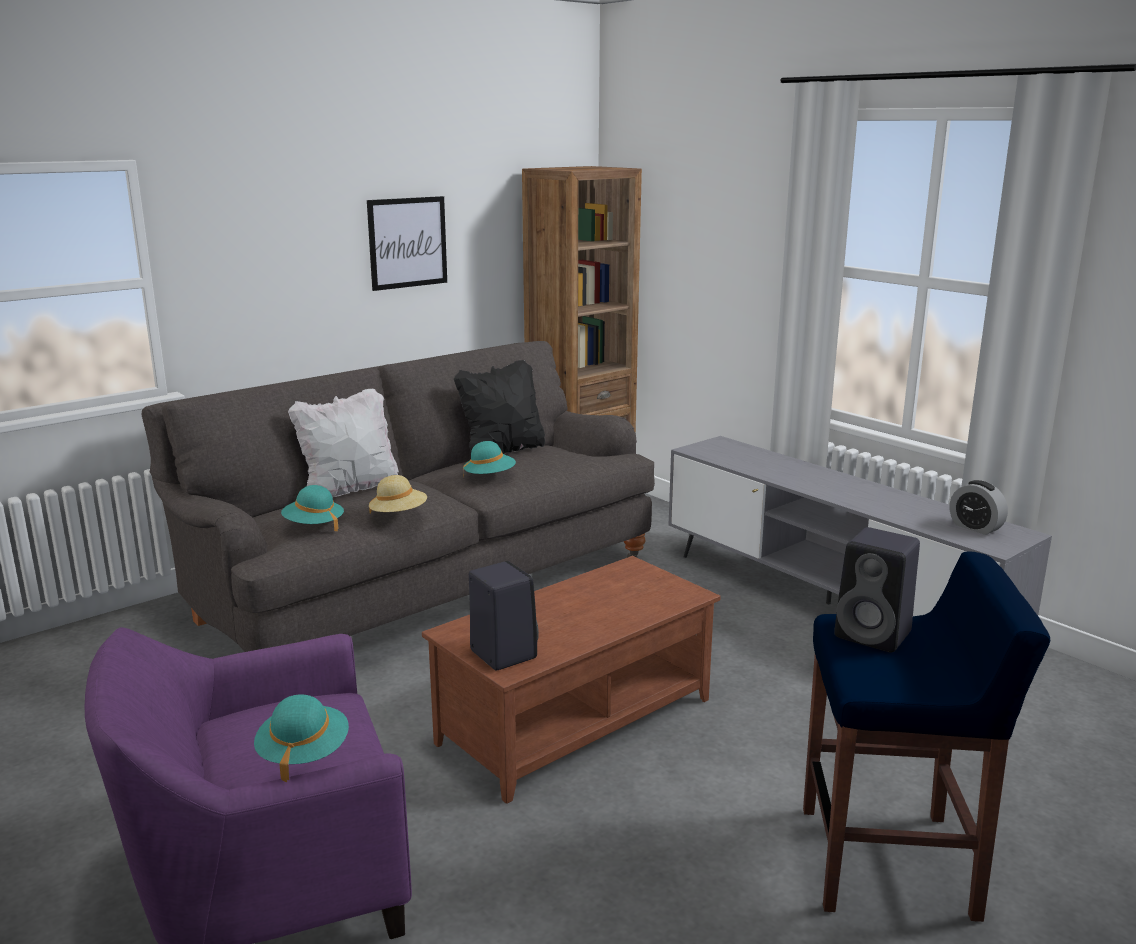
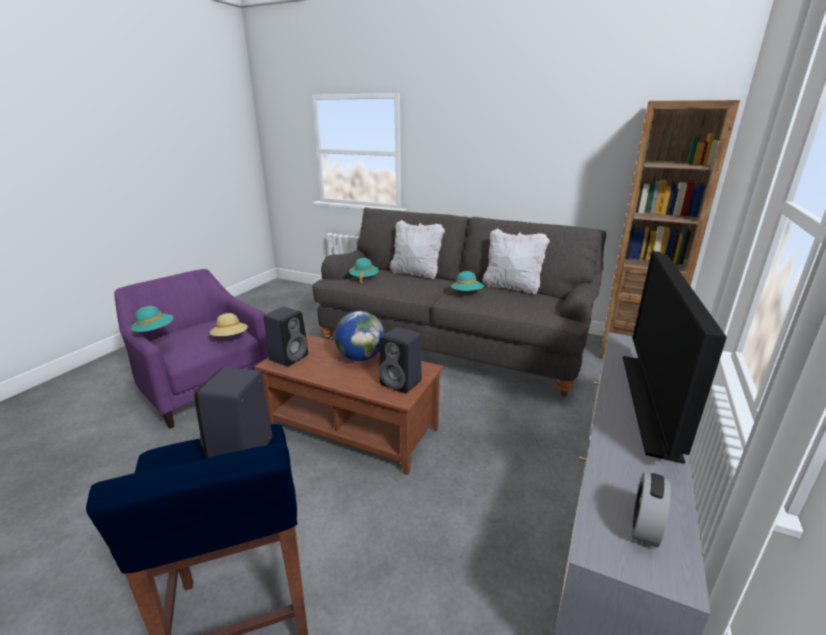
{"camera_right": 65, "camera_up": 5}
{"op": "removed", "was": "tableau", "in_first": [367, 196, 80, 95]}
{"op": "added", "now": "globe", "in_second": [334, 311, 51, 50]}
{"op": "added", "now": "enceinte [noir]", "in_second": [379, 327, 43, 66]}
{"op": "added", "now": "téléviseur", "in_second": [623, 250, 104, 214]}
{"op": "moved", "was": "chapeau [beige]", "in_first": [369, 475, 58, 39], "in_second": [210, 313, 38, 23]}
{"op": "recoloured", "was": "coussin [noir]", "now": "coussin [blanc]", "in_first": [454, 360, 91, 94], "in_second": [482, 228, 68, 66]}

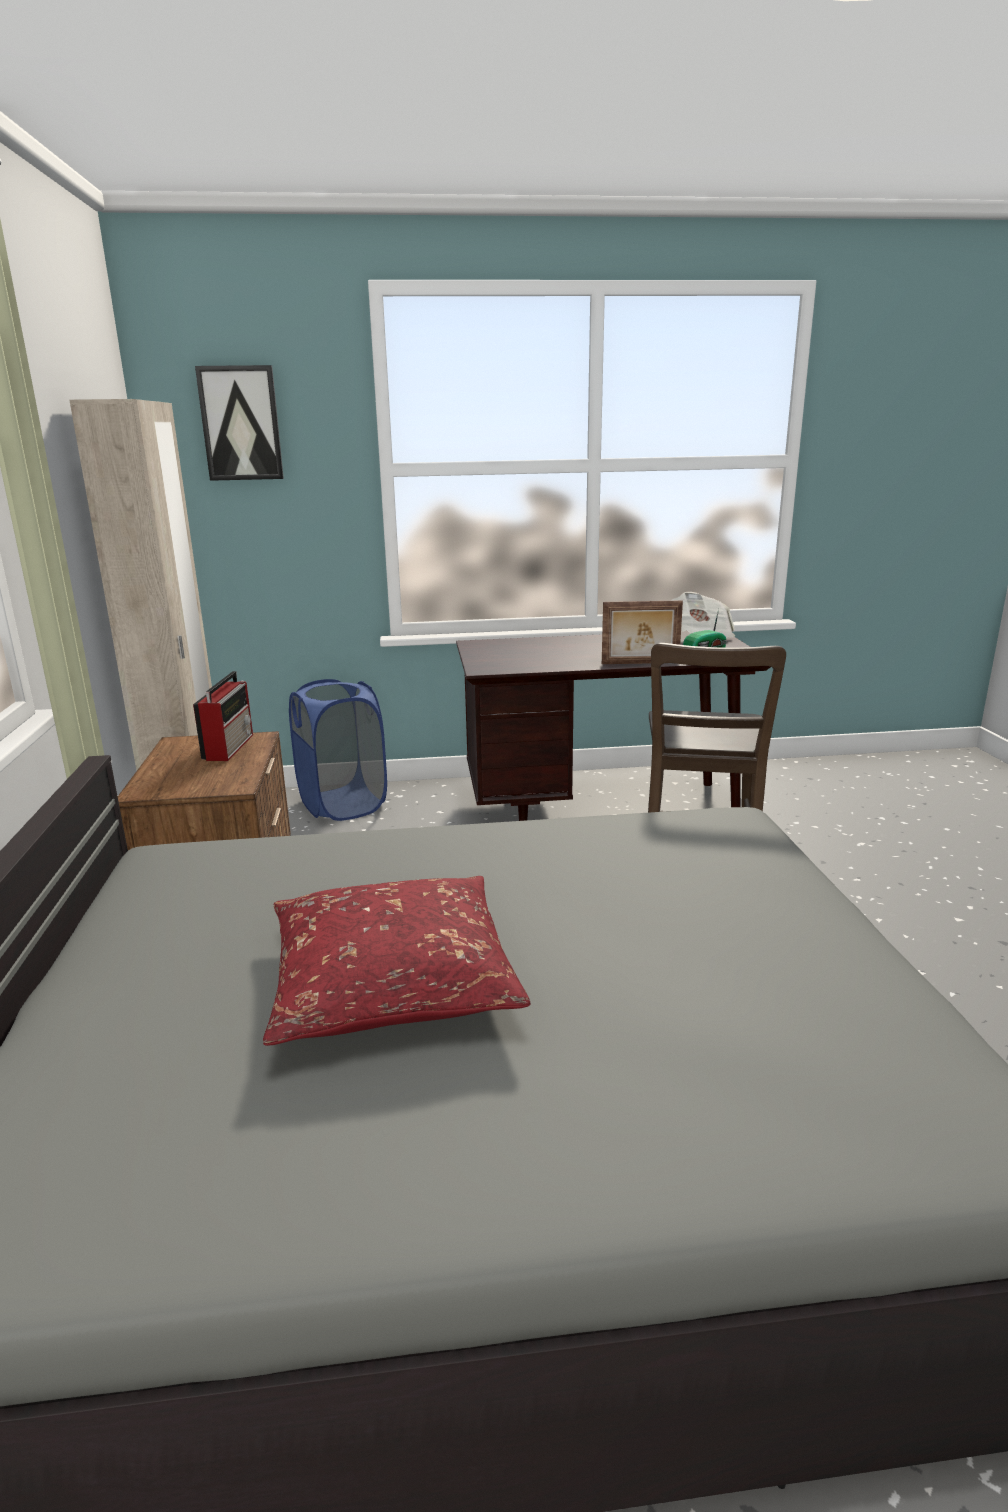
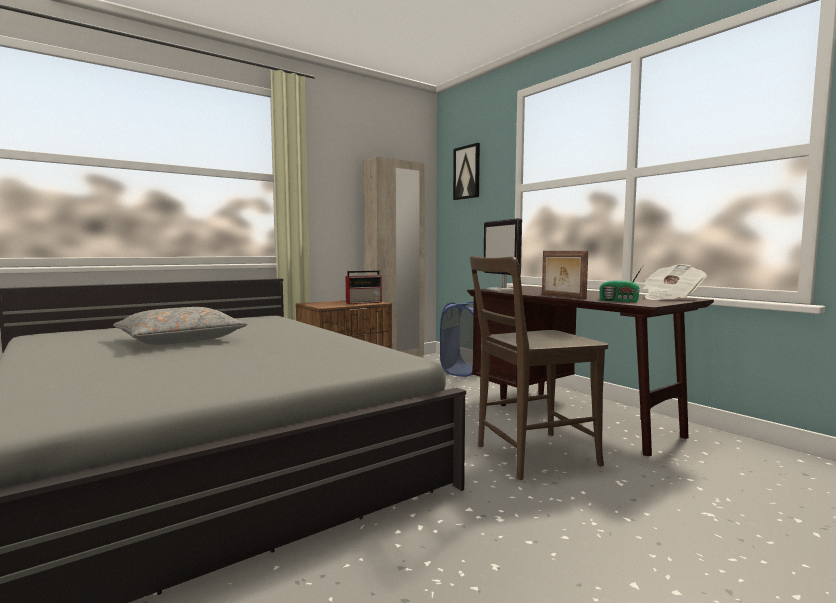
{"camera_right": 60, "camera_up": -15}
{"op": "added", "now": "écran d'ordinateur", "in_second": [483, 218, 39, 74]}
{"op": "recoloured", "was": "coussin [rouge]", "now": "coussin [gris]", "in_first": [263, 876, 267, 170], "in_second": [113, 307, 135, 38]}

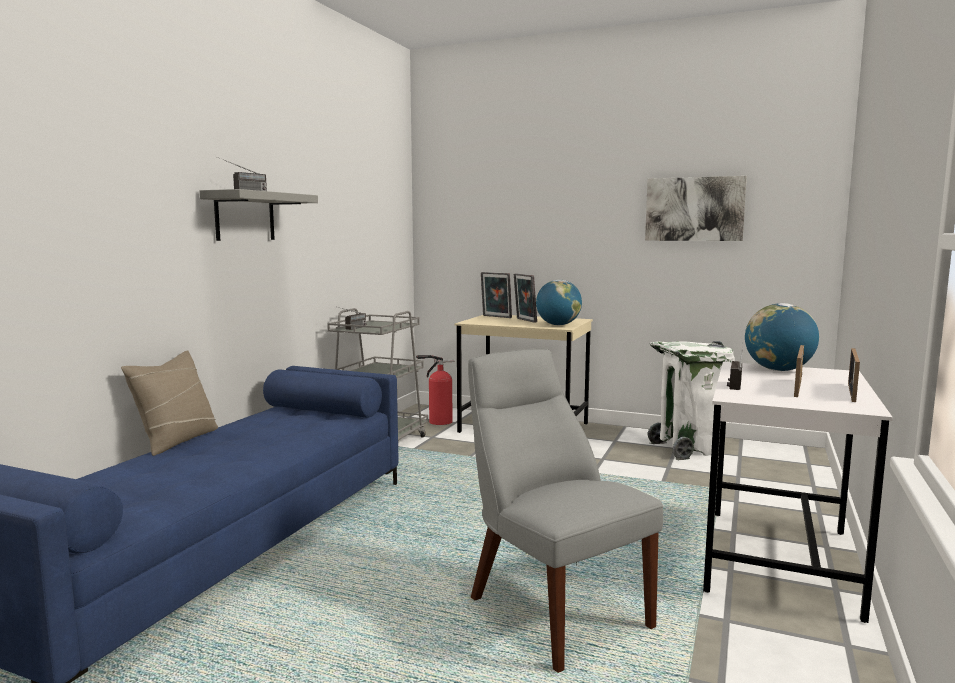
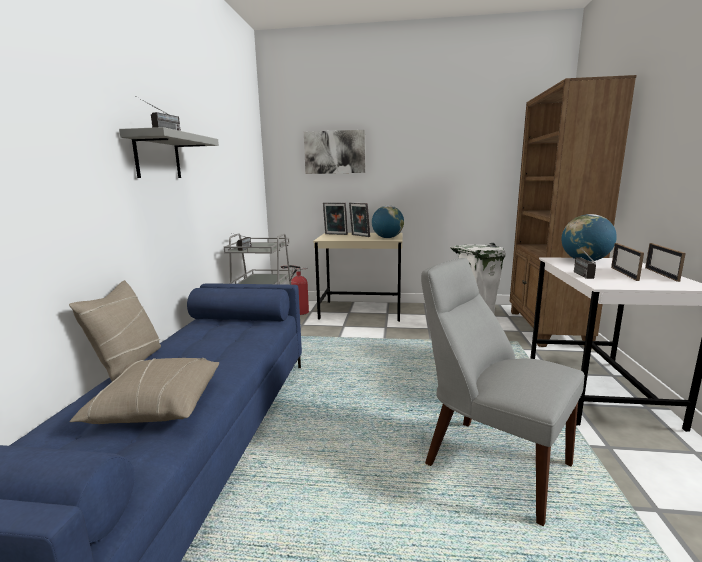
{"camera_right": -15, "camera_up": 5}
{"op": "added", "now": "coussin [beige]", "in_second": [69, 358, 150, 66]}
{"op": "added", "now": "bibliothèque [marron]", "in_second": [510, 75, 126, 274]}
{"op": "moved", "was": "tableau", "in_first": [645, 176, 102, 65], "in_second": [304, 130, 61, 44]}

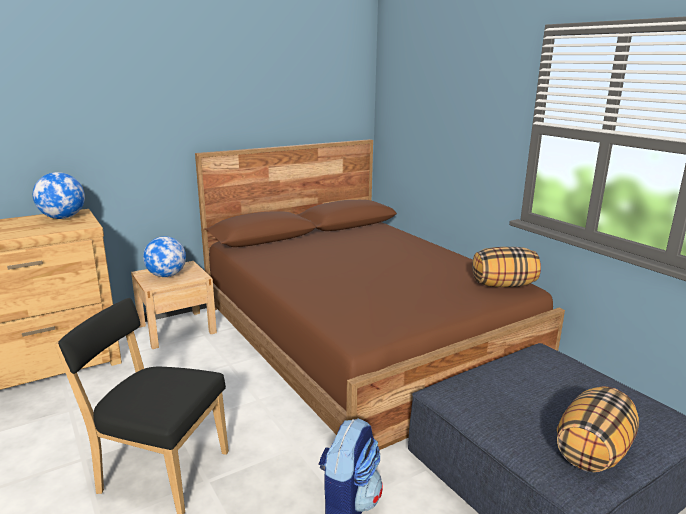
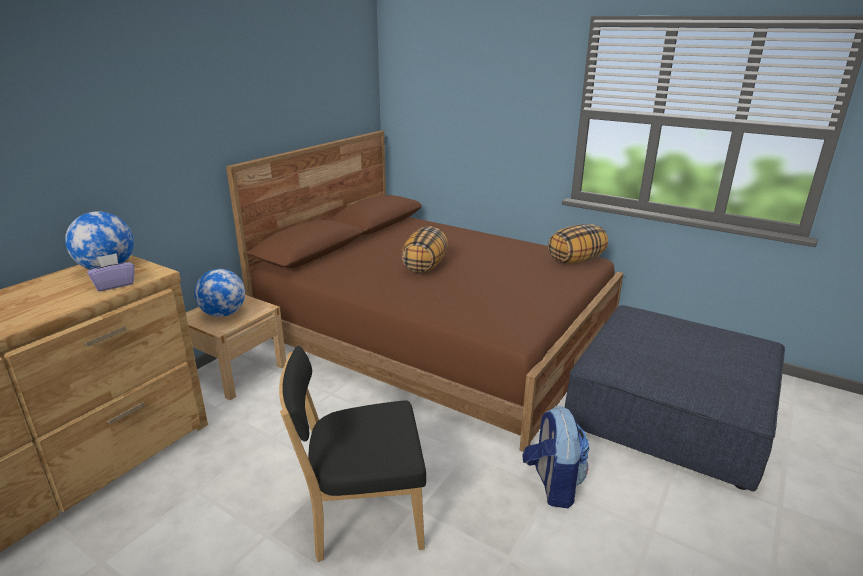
{"camera_right": -25, "camera_up": 5}
{"op": "added", "now": "boîte à mouchoirs [violet]", "in_second": [87, 253, 48, 38]}
{"op": "moved", "was": "coussin", "in_first": [557, 386, 82, 86], "in_second": [402, 226, 46, 46]}

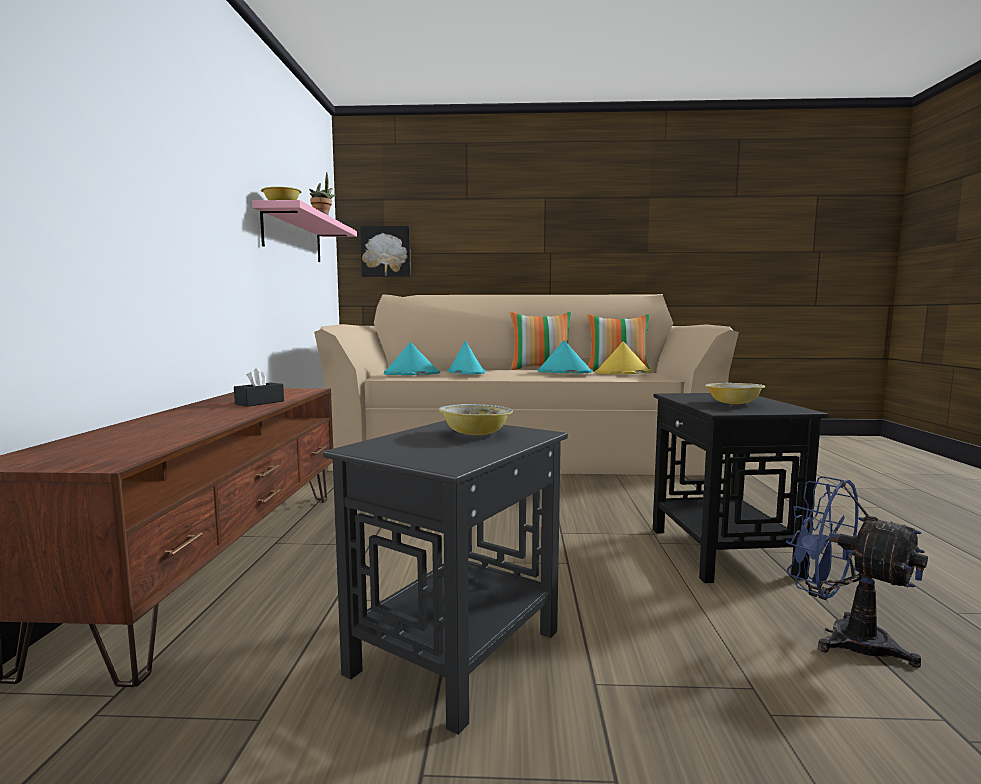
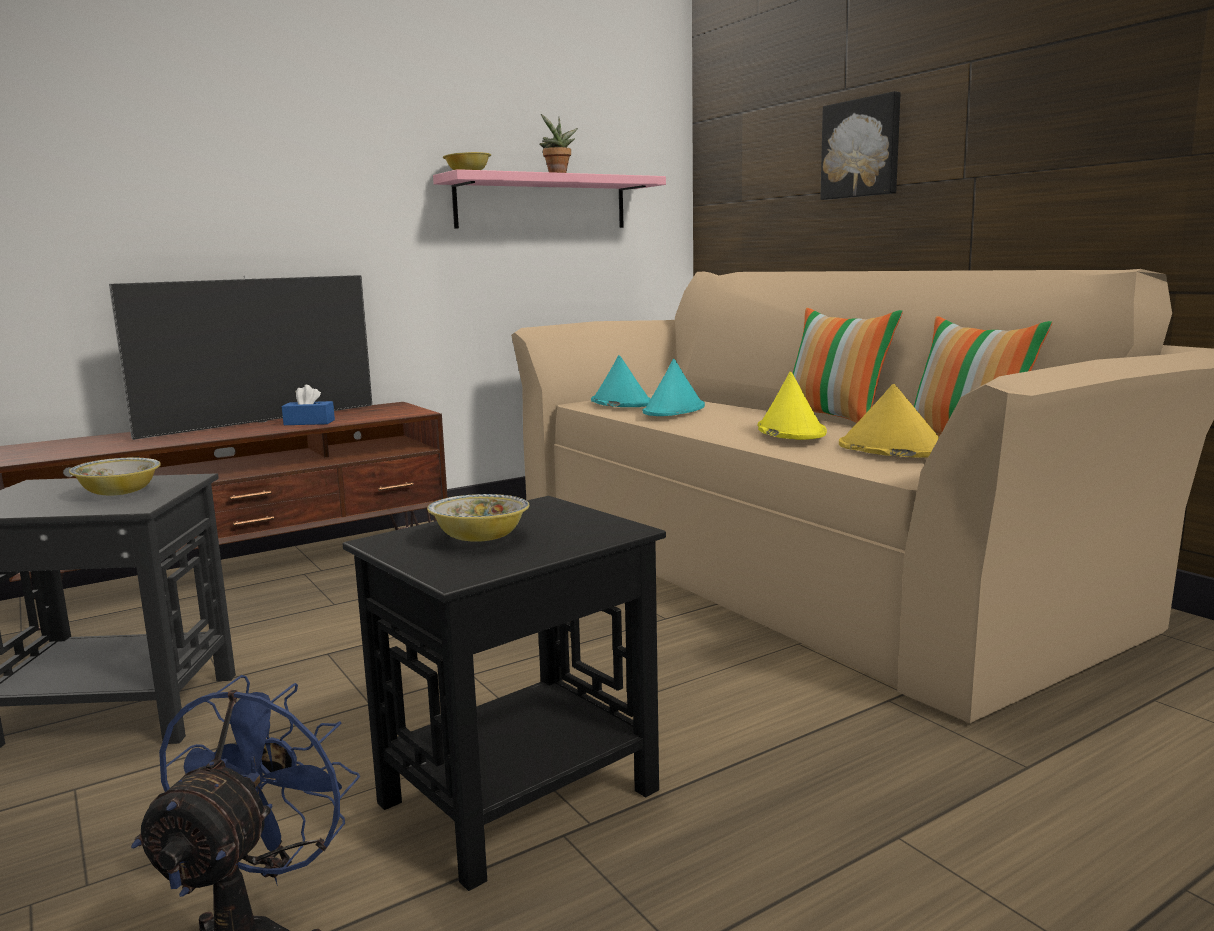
{"camera_right": 55, "camera_up": 5}
{"op": "added", "now": "téléviseur", "in_second": [109, 275, 263, 165]}
{"op": "moved", "was": "tableau", "in_first": [360, 226, 51, 51], "in_second": [820, 91, 81, 109]}
{"op": "recoloured", "was": "boîte à mouchoirs [noir]", "now": "boîte à mouchoirs [bleu]", "in_first": [234, 368, 50, 39], "in_second": [282, 385, 53, 40]}
{"op": "recoloured", "was": "chapeau [turquoise]", "now": "chapeau [jaune]", "in_first": [538, 340, 55, 33], "in_second": [758, 371, 69, 69]}

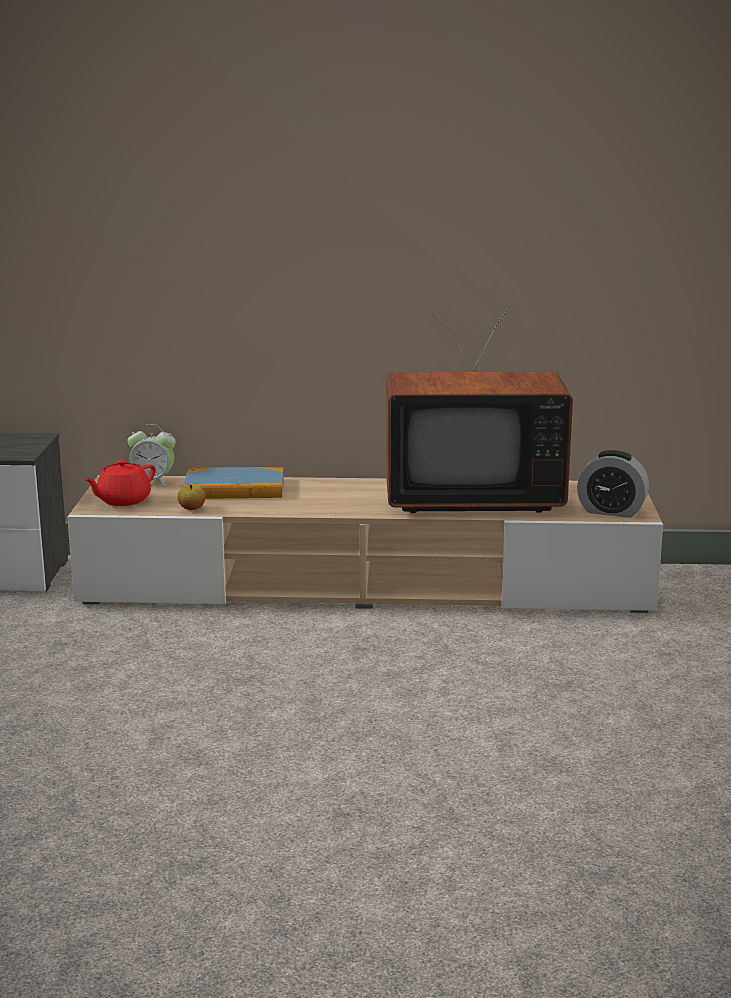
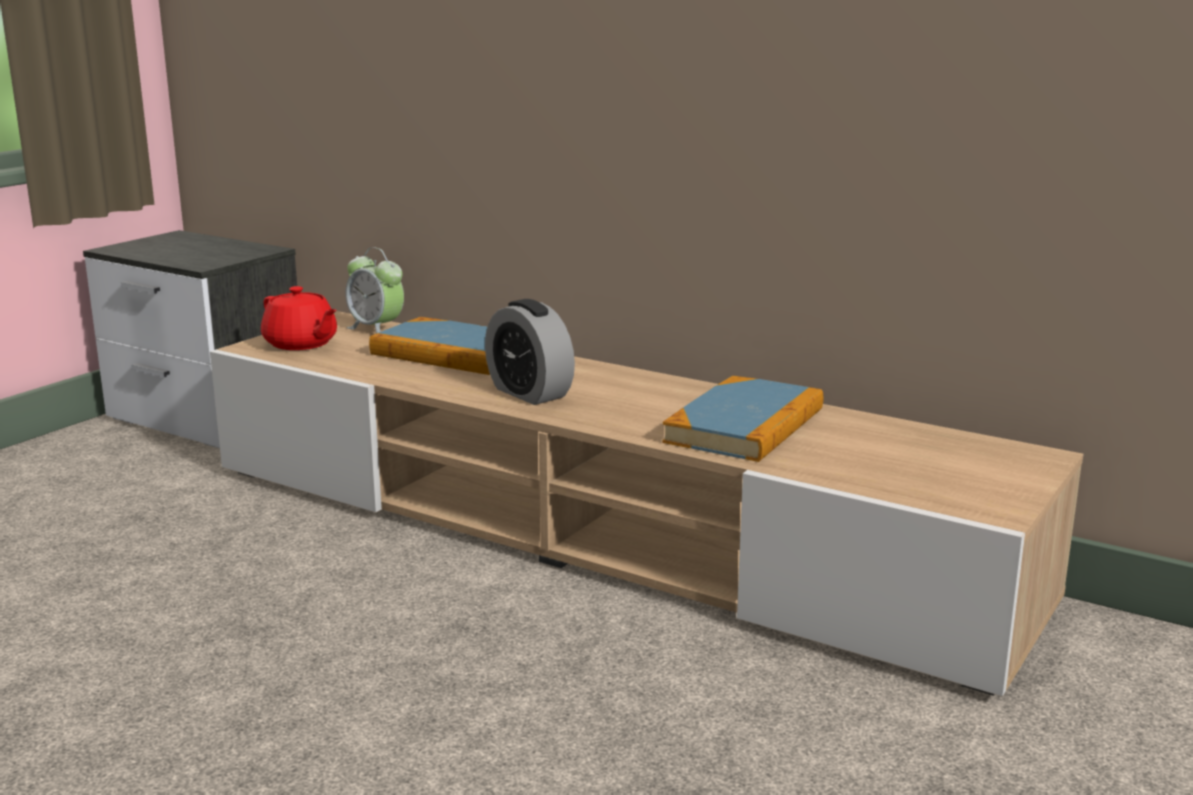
{"camera_right": 30, "camera_up": 0}
{"op": "removed", "was": "pomme", "in_first": [177, 485, 29, 25]}
{"op": "moved", "was": "réveil", "in_first": [577, 450, 72, 68], "in_second": [485, 299, 90, 106]}
{"op": "replaced", "was": "téléviseur", "now": "livre", "in_first": [386, 306, 187, 207], "in_second": [662, 376, 162, 86]}
{"op": "turned", "was": "théière [rouge]", "in_first": [84, 459, 72, 47], "in_second": [261, 286, 76, 64], "clockwise": -120}

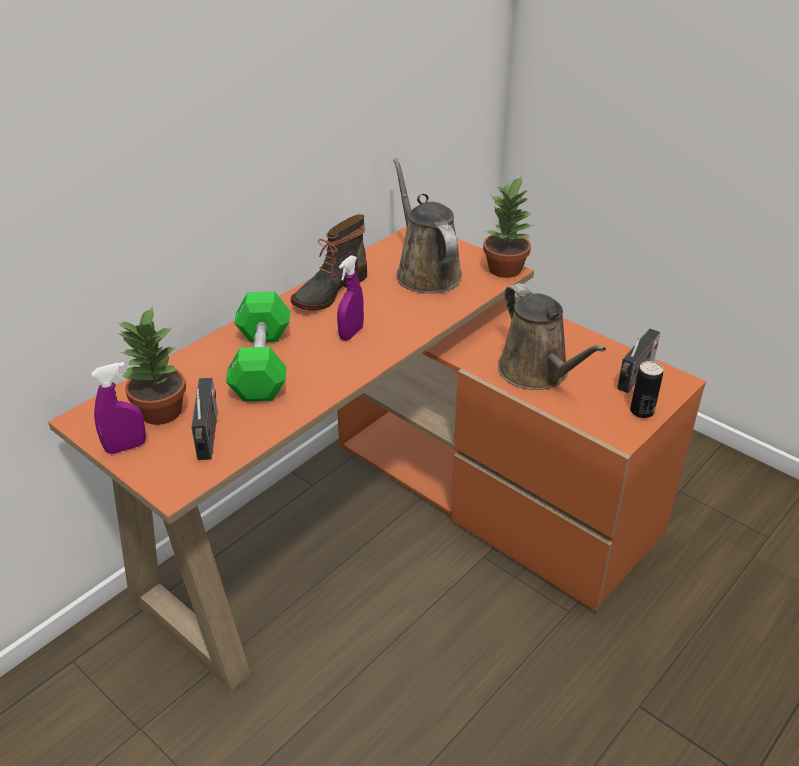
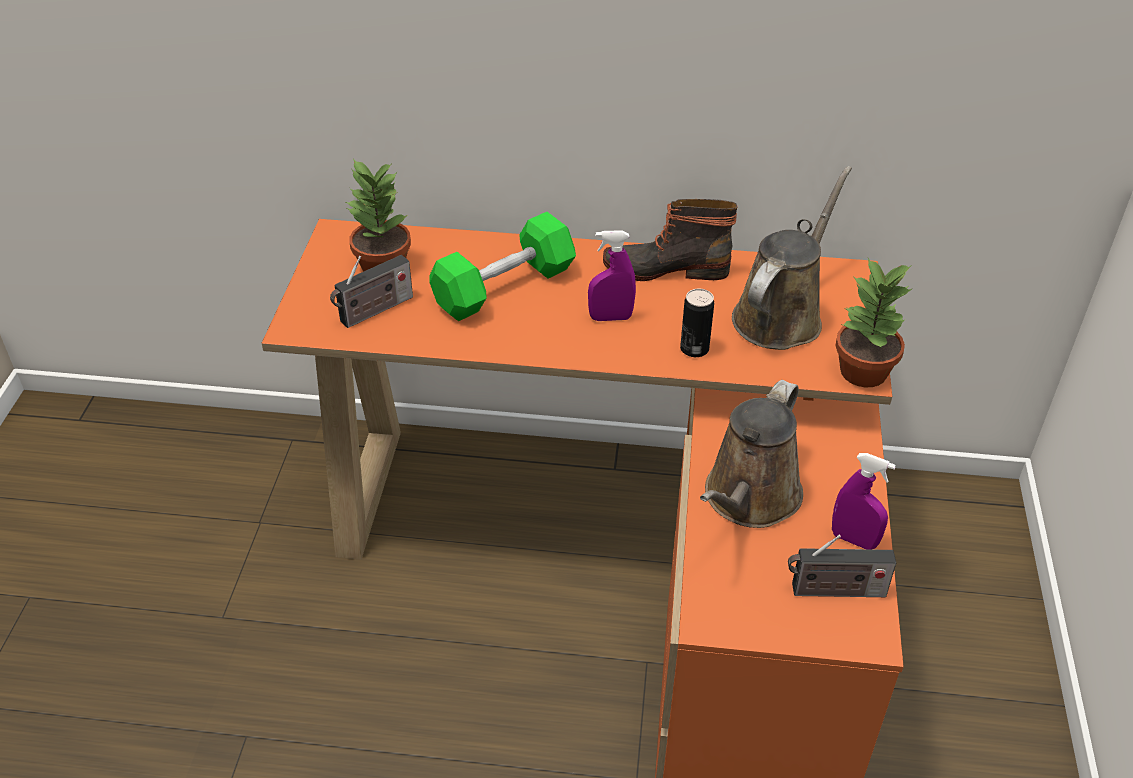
{"camera_right": 55, "camera_up": 5}
{"op": "moved", "was": "vaporisateur [violet]", "in_first": [91, 362, 55, 92], "in_second": [832, 453, 64, 97]}
{"op": "moved", "was": "boîte métallique", "in_first": [630, 361, 33, 57], "in_second": [680, 289, 34, 68]}

